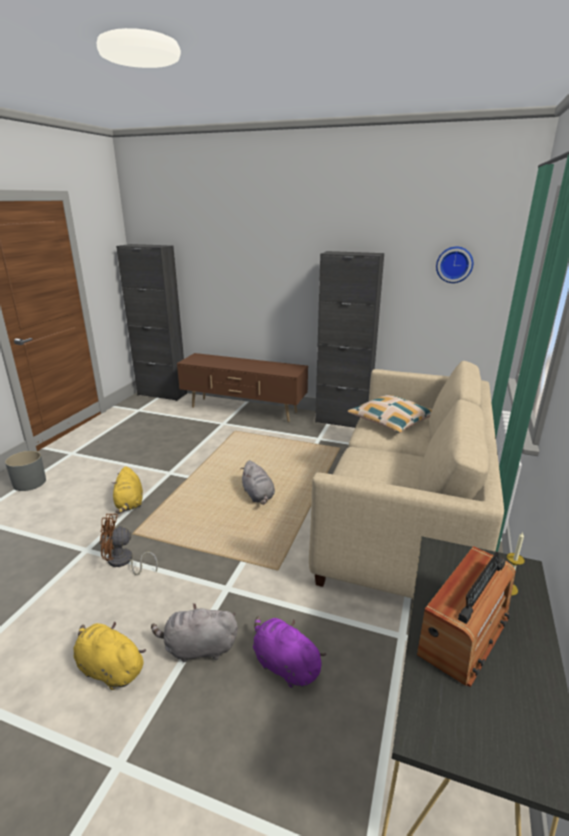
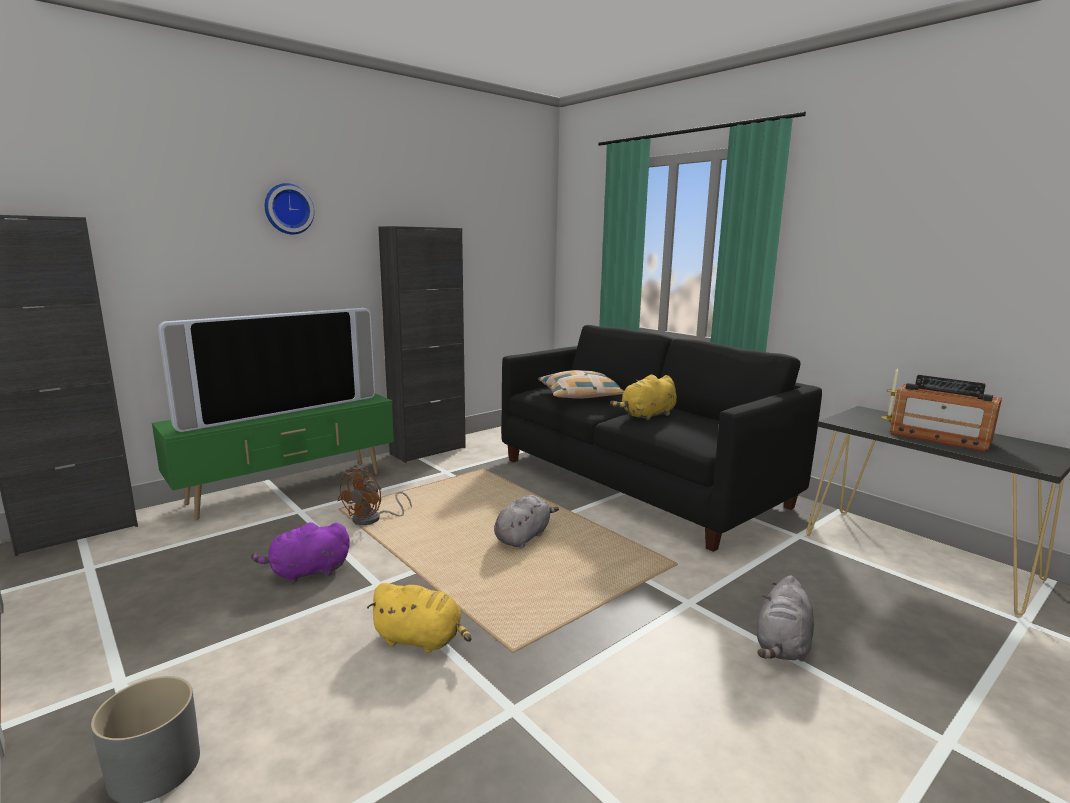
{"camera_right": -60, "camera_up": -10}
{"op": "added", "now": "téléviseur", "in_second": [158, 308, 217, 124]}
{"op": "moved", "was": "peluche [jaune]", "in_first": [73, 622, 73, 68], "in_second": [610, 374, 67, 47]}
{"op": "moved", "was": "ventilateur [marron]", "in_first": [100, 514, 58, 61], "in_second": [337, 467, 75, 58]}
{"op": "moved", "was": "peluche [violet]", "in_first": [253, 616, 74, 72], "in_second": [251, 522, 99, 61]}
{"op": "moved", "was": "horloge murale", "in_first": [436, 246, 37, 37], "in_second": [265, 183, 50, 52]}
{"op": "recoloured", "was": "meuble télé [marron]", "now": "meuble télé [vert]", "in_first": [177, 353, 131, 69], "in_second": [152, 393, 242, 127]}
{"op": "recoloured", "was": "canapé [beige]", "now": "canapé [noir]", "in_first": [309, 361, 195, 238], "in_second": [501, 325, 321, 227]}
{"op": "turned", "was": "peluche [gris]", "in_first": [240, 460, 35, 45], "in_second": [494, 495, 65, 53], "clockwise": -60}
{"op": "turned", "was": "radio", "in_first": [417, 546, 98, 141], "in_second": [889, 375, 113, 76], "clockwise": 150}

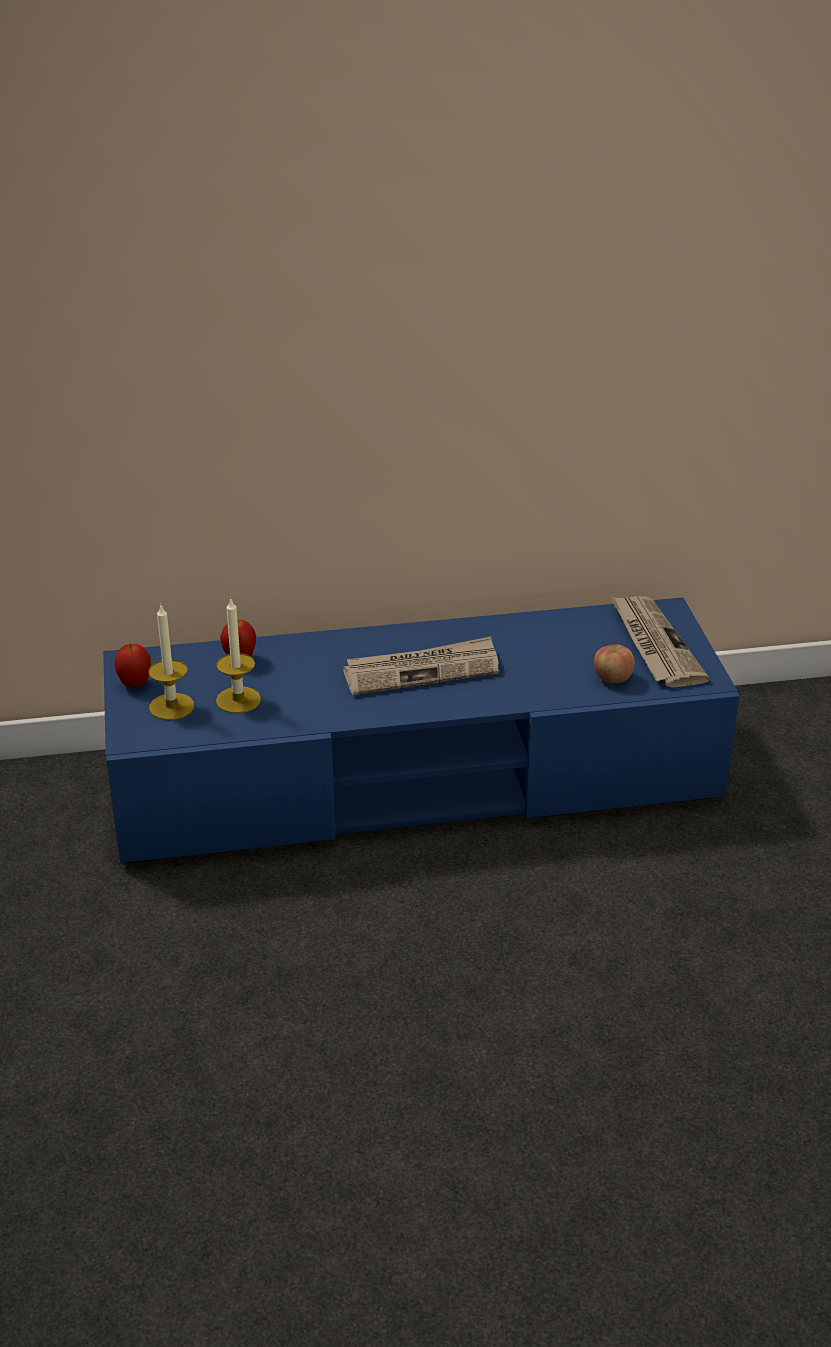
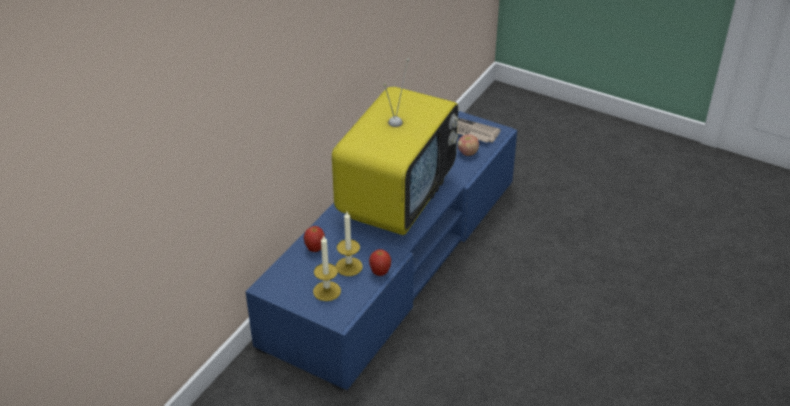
{"camera_right": -50, "camera_up": 5}
{"op": "moved", "was": "pomme", "in_first": [114, 644, 37, 44], "in_second": [369, 249, 22, 27]}
{"op": "replaced", "was": "journal", "now": "téléviseur", "in_first": [343, 636, 156, 59], "in_second": [332, 58, 126, 177]}

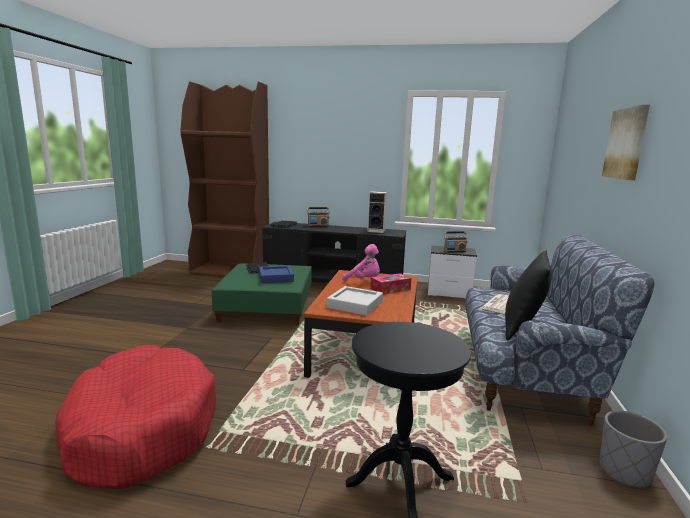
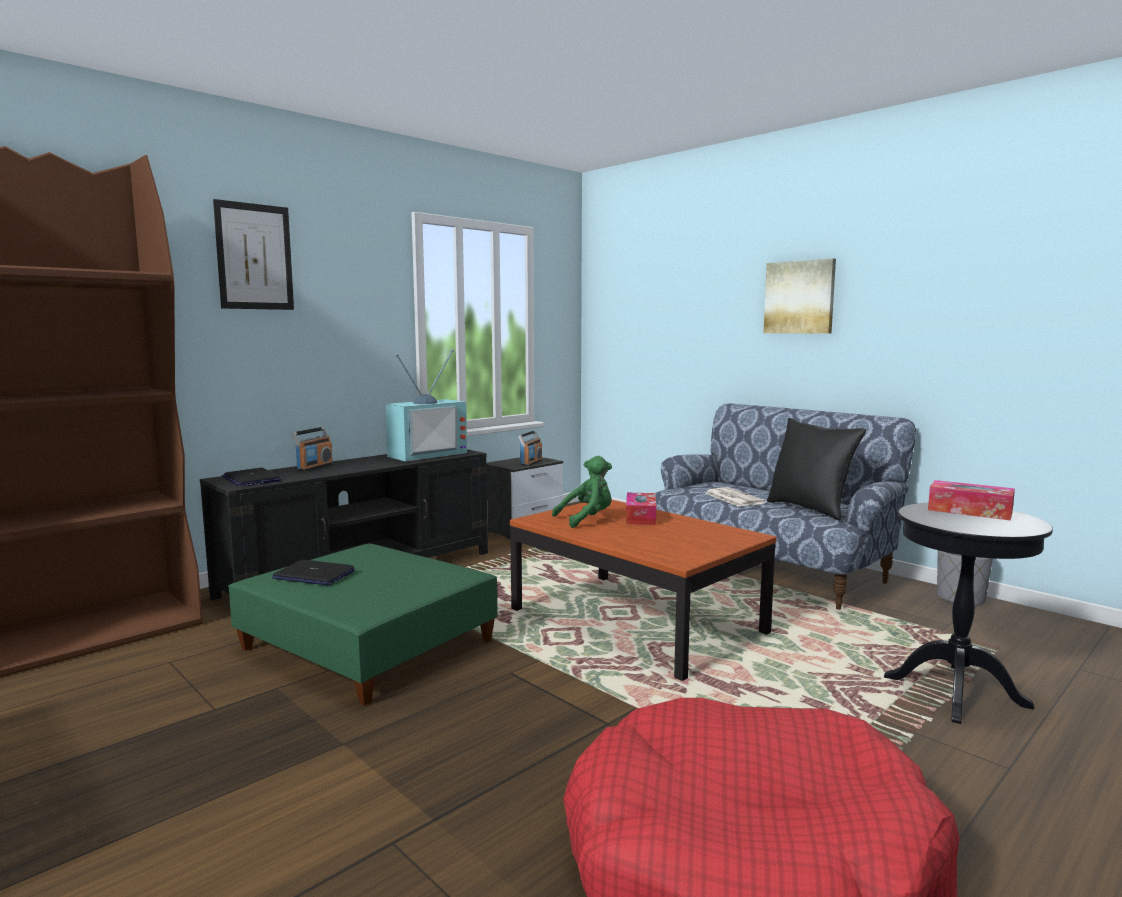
{"camera_right": -55, "camera_up": -5}
{"op": "removed", "was": "plateau [bleu]", "in_first": [259, 266, 35, 17]}
{"op": "removed", "was": "plateau [gris]", "in_first": [327, 286, 56, 30]}
{"op": "added", "now": "tableau", "in_second": [213, 199, 81, 111]}
{"op": "added", "now": "boîte à mouchoirs", "in_second": [928, 480, 87, 40]}
{"op": "replaced", "was": "enceinte", "now": "téléviseur", "in_first": [367, 191, 21, 42], "in_second": [385, 349, 82, 113]}
{"op": "recoloured", "was": "peluche [rose]", "now": "peluche [vert]", "in_first": [343, 244, 37, 37], "in_second": [552, 456, 60, 72]}

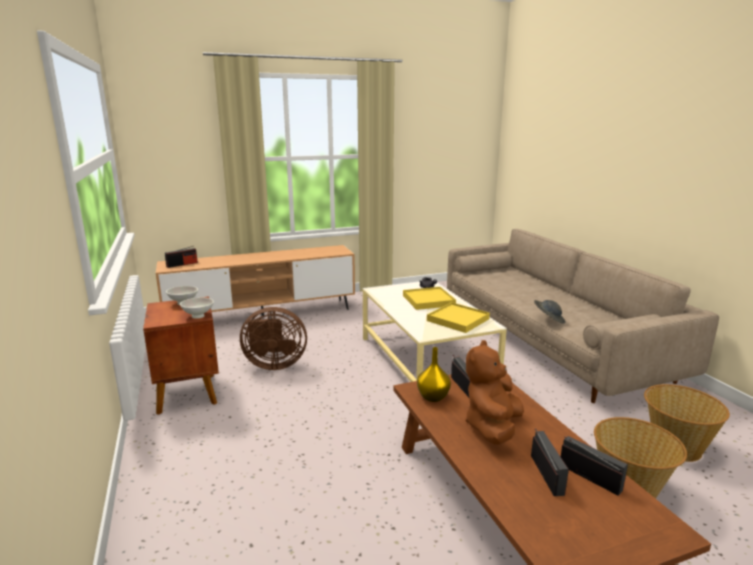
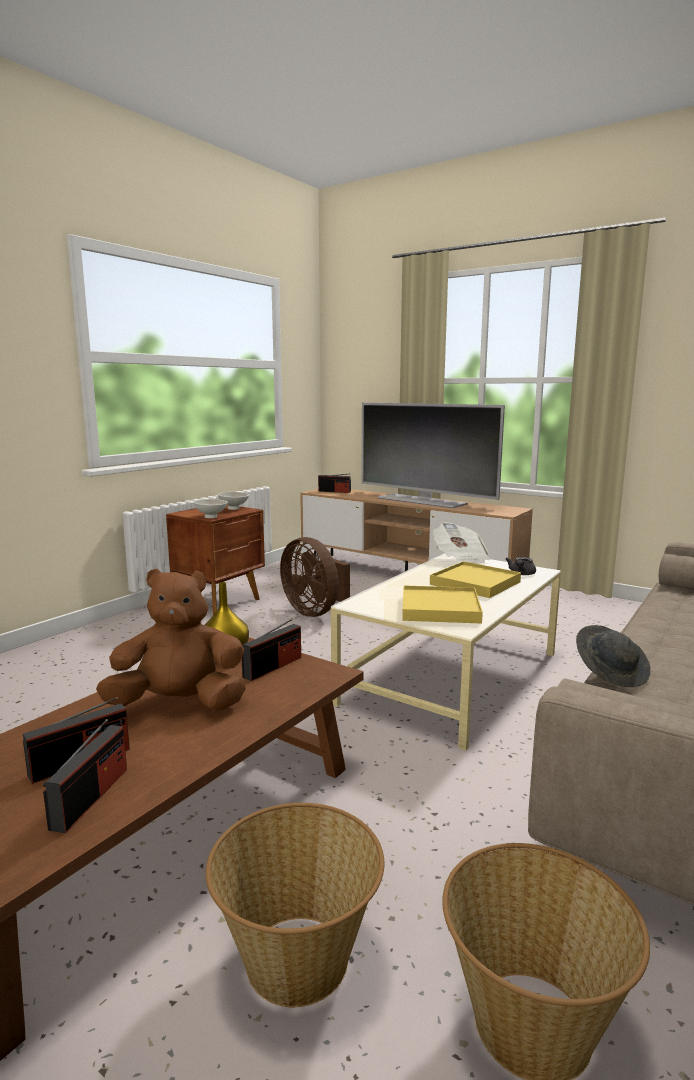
{"camera_right": 55, "camera_up": -5}
{"op": "added", "now": "téléviseur", "in_second": [361, 403, 144, 105]}
{"op": "added", "now": "journal", "in_second": [433, 522, 57, 42]}

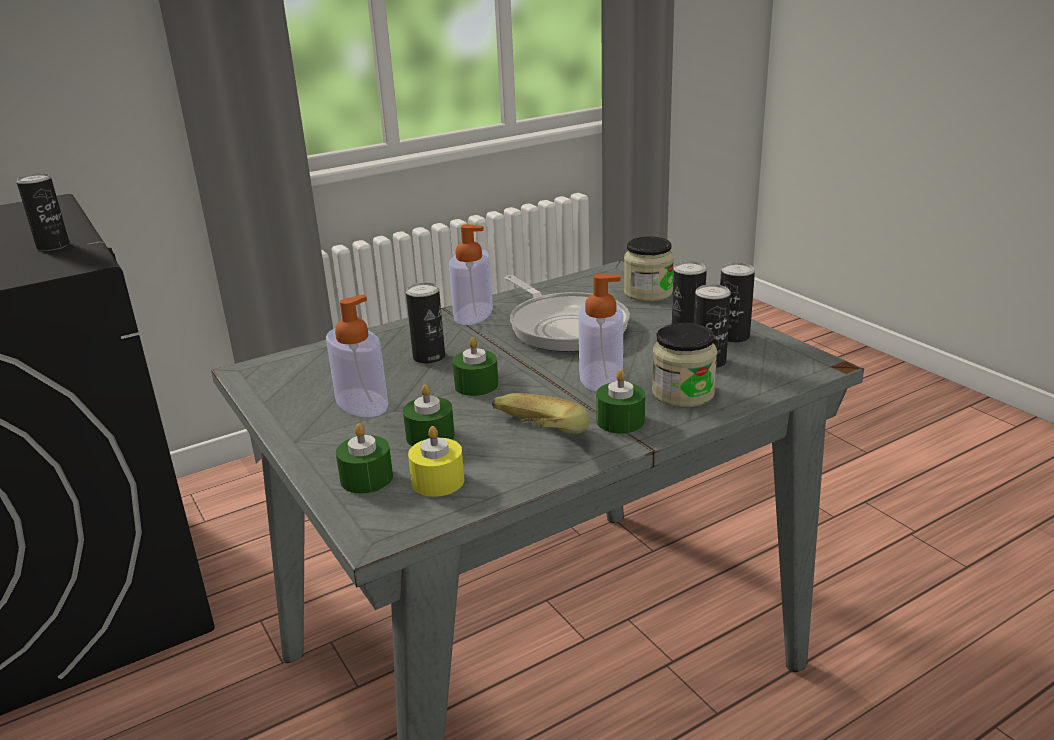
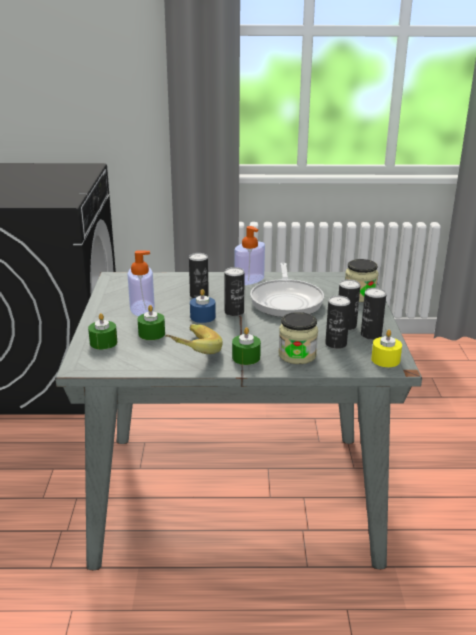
{"camera_right": 30, "camera_up": 0}
{"op": "removed", "was": "distributeur de savon", "in_first": [578, 273, 45, 118]}
{"op": "moved", "was": "boîte métallique", "in_first": [17, 173, 52, 78], "in_second": [224, 267, 21, 49]}
{"op": "moved", "was": "bougie [jaune]", "in_first": [408, 426, 56, 71], "in_second": [371, 330, 31, 37]}
{"op": "recoloured", "was": "bougie [vert]", "now": "bougie [bleu]", "in_first": [452, 337, 47, 59], "in_second": [190, 289, 26, 34]}

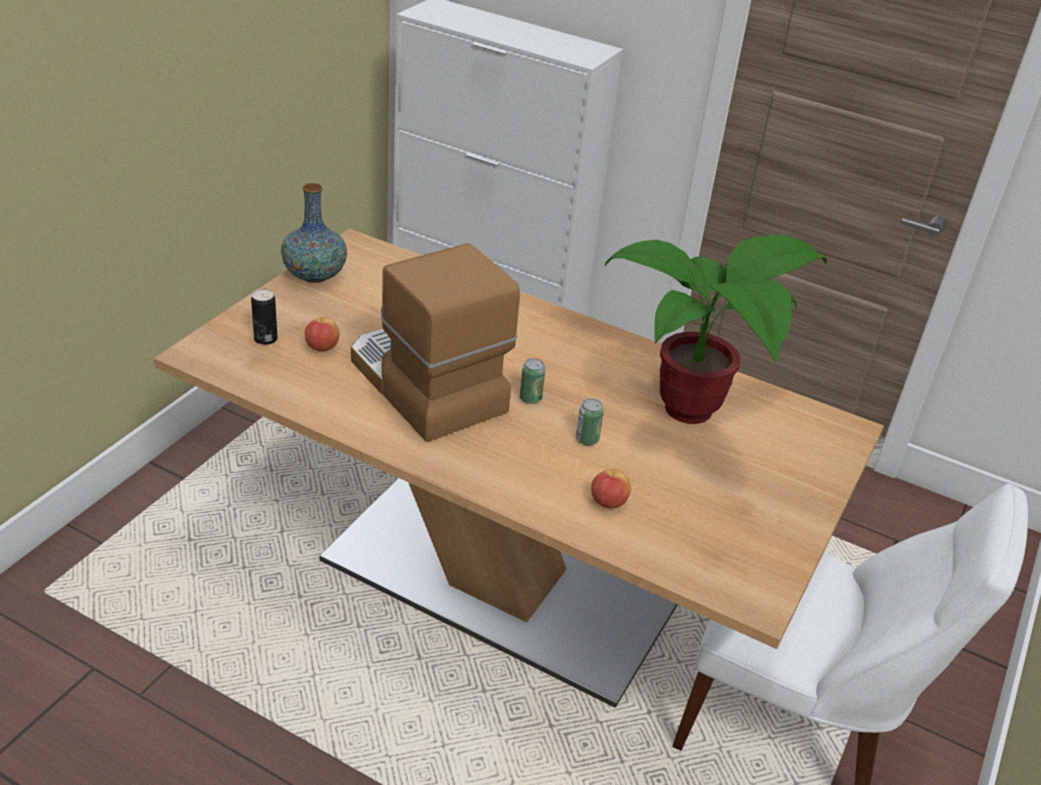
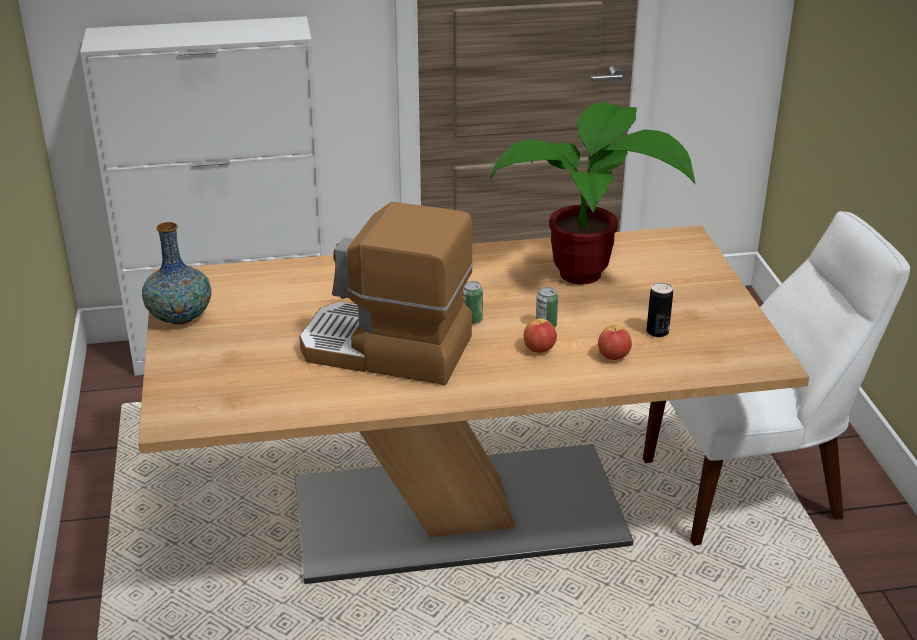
{"camera_right": -35, "camera_up": -5}
{"op": "moved", "was": "boîte métallique", "in_first": [251, 289, 27, 56], "in_second": [647, 282, 26, 55]}
{"op": "moved", "was": "pomme", "in_first": [305, 317, 35, 34], "in_second": [524, 318, 33, 35]}

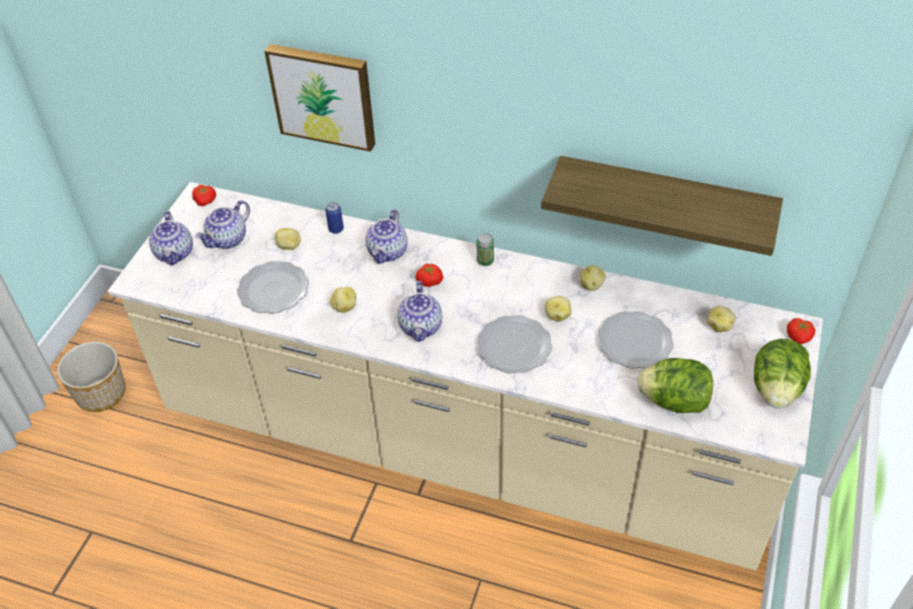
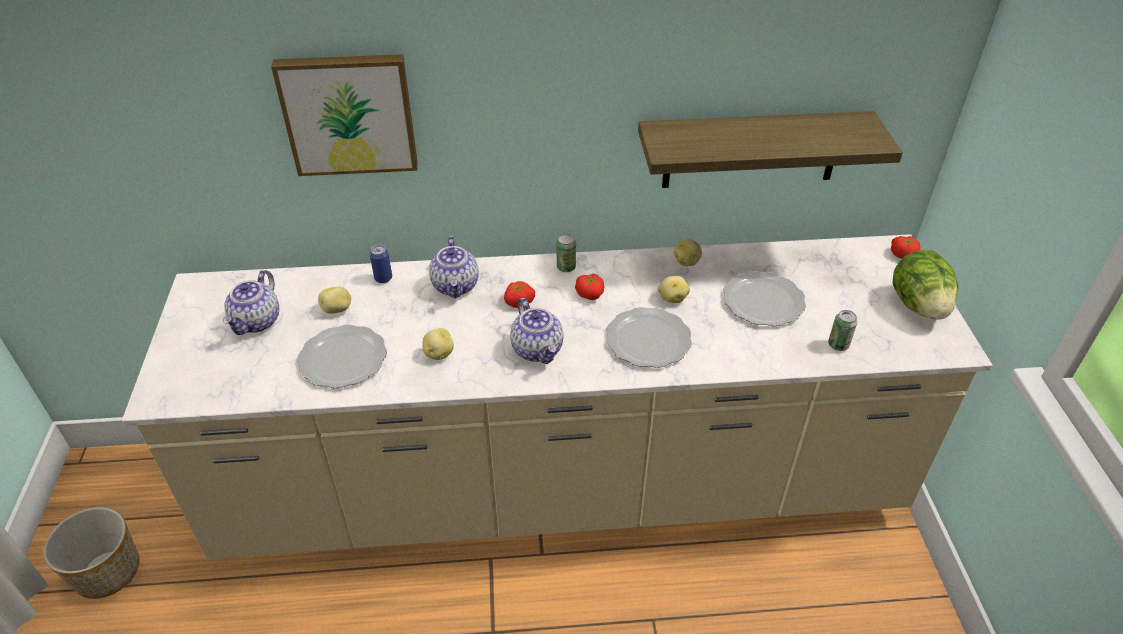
{"camera_right": -25, "camera_up": -5}
{"op": "removed", "was": "théière", "in_first": [149, 211, 44, 54]}
{"op": "removed", "was": "pomme de terre", "in_first": [707, 306, 28, 26]}
{"op": "moved", "was": "tomate", "in_first": [192, 185, 24, 21], "in_second": [575, 274, 29, 26]}
{"op": "replaced", "was": "laitue", "now": "boîte métallique", "in_first": [637, 358, 76, 55], "in_second": [828, 310, 29, 41]}

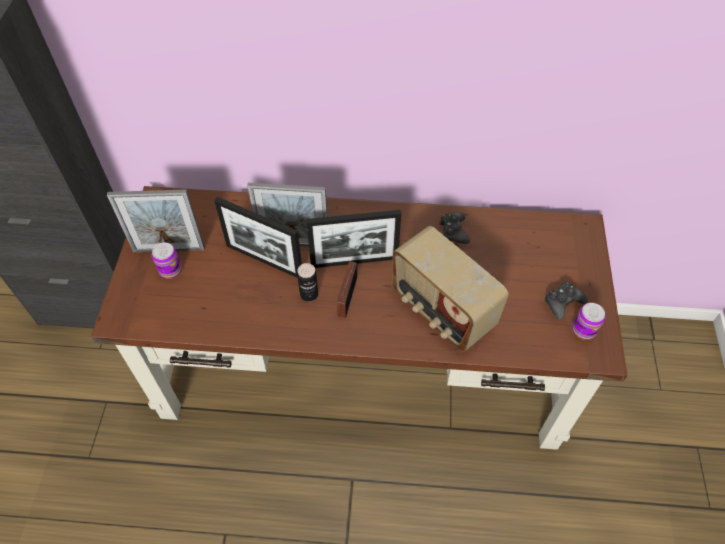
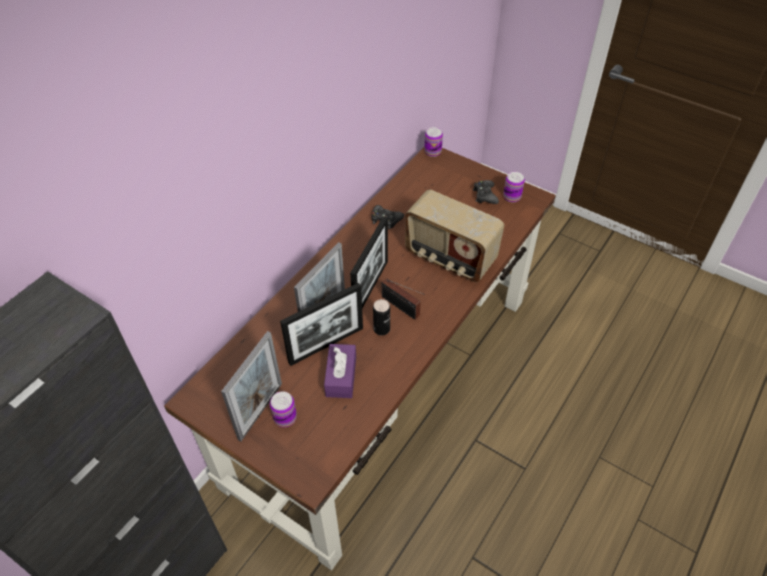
{"camera_right": -60, "camera_up": -5}
{"op": "added", "now": "boîte à mouchoirs [violet]", "in_second": [324, 344, 32, 54]}
{"op": "added", "now": "boîte métallique", "in_second": [424, 127, 19, 30]}
{"op": "turned", "was": "radio", "in_first": [392, 226, 117, 126], "in_second": [405, 190, 99, 92], "clockwise": 45}

